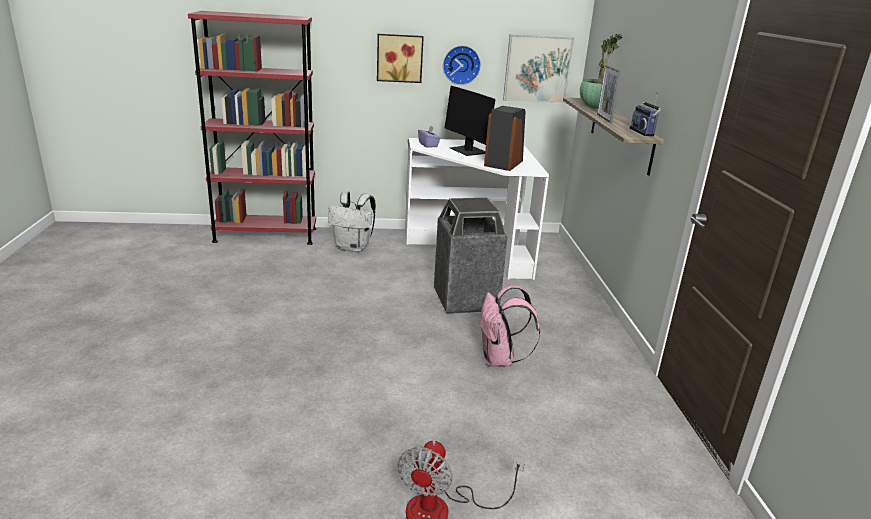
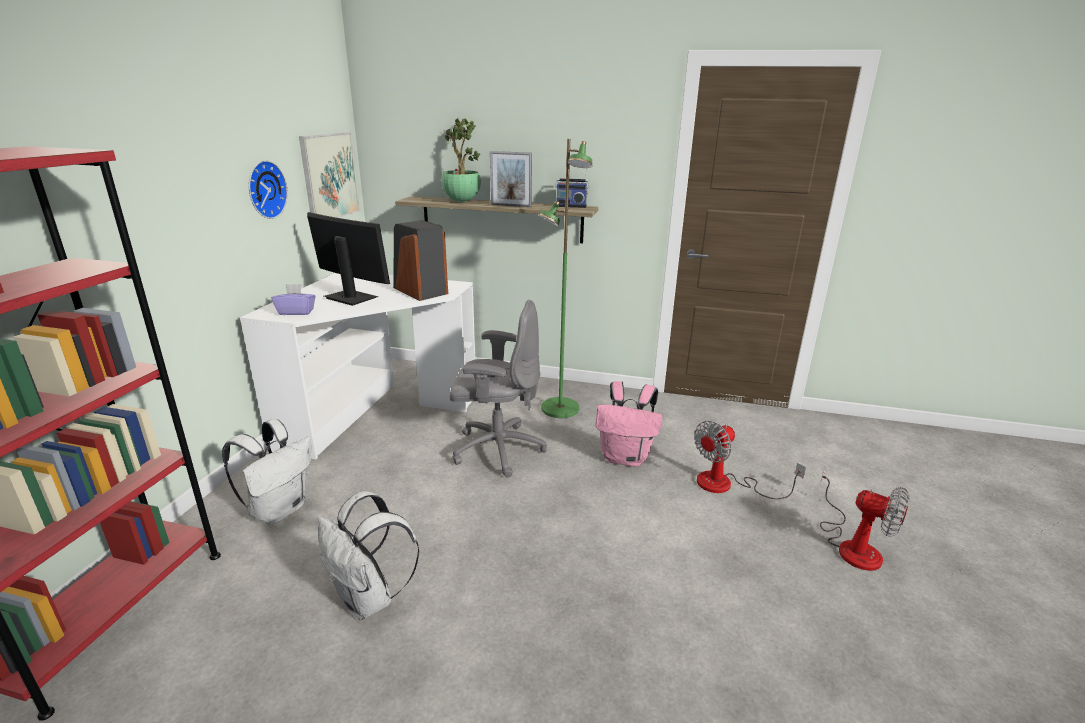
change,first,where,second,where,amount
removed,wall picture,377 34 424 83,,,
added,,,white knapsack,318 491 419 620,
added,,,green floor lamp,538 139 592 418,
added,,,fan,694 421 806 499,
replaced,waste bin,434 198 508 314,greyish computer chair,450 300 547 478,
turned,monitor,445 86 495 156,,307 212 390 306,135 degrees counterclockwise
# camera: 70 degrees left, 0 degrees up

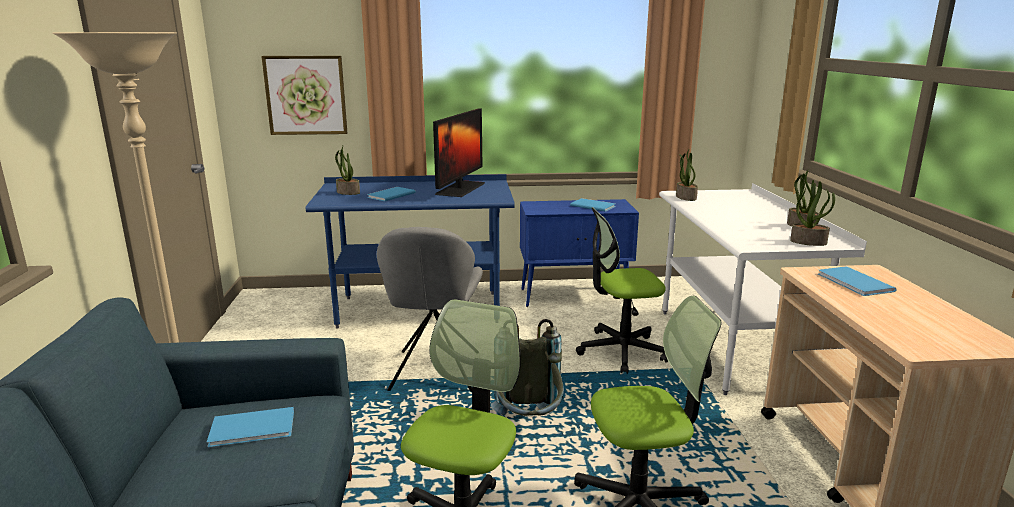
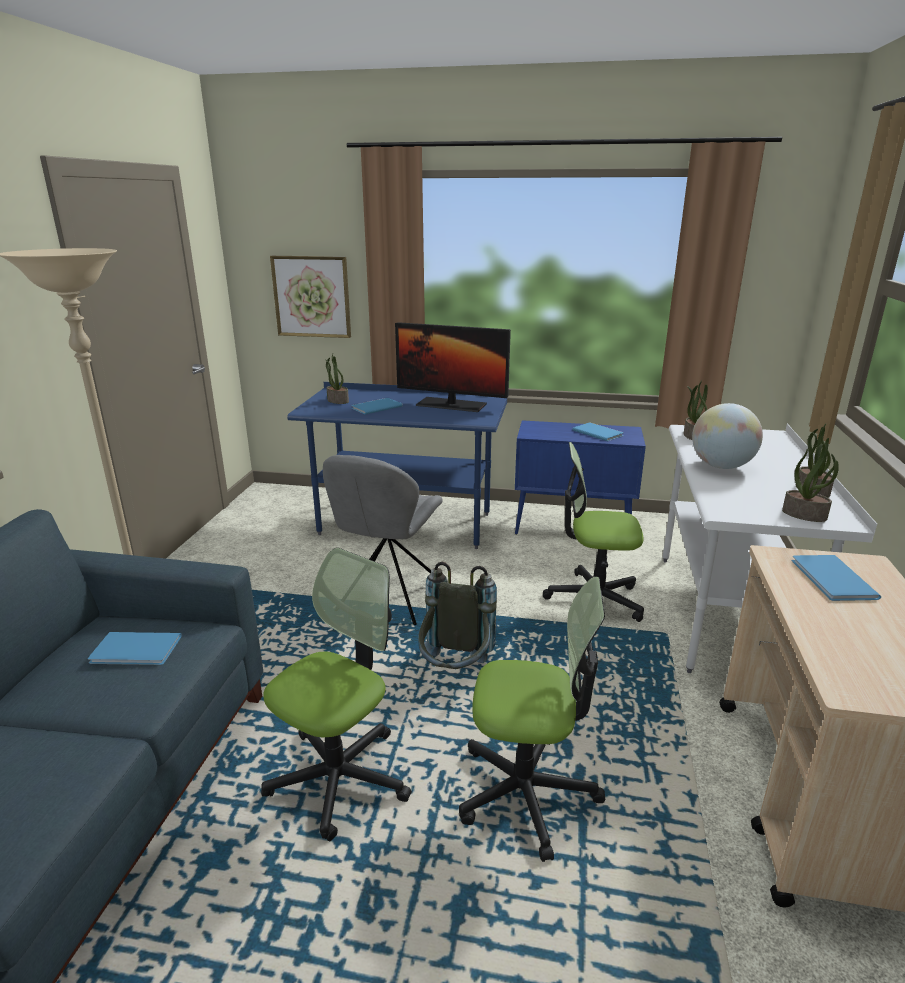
change,first,where,second,where,amount
added,,,globe,692 403 763 469,
turned,monitor,433 108 485 197,,395 322 511 412,75 degrees clockwise
# camera: 15 degrees right, 5 degrees up

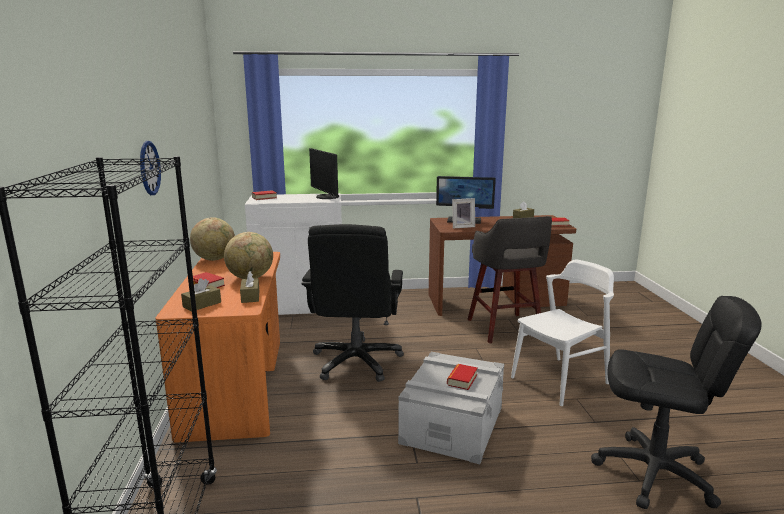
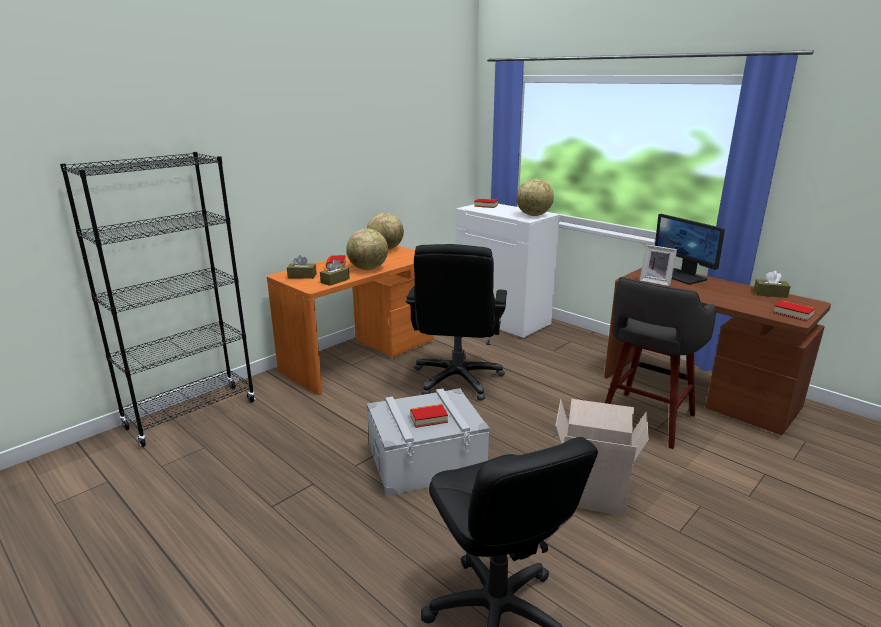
change,first,where,second,where,amount
removed,hanging clock,140 141 161 195,,,
replaced,monitor,309 148 339 199,globe,517 179 554 216,
replaced,white chair,511 259 614 406,carton,556 399 649 516,
turned,blackish computer chair,301 224 404 382,,406 244 507 400,45 degrees counterclockwise
# camera: 50 degrees right, 5 degrees up

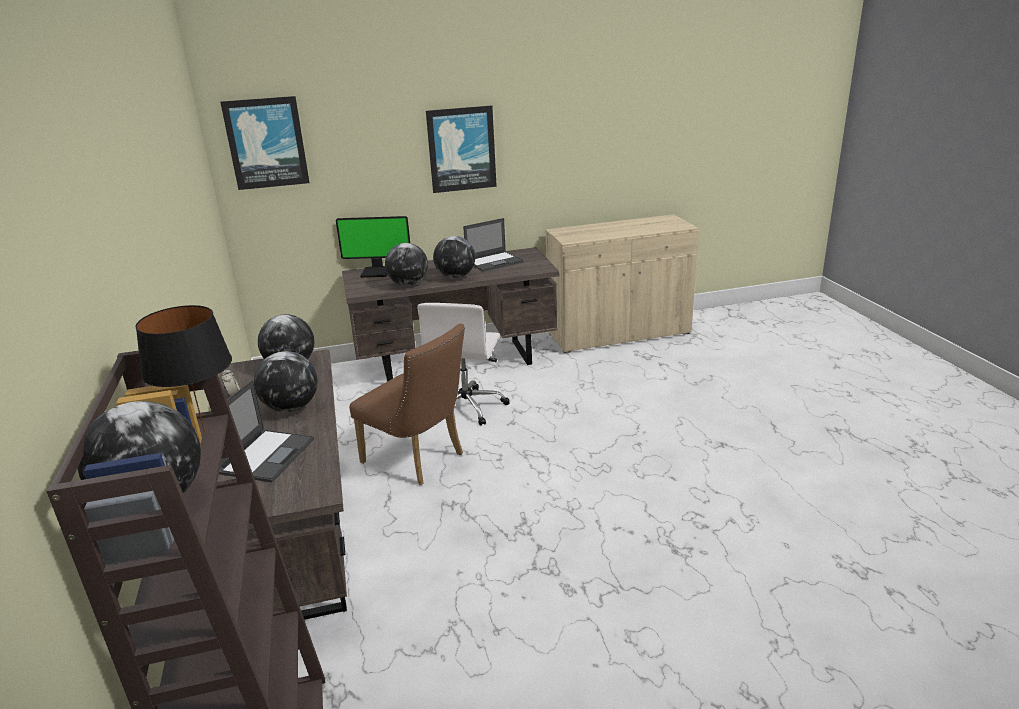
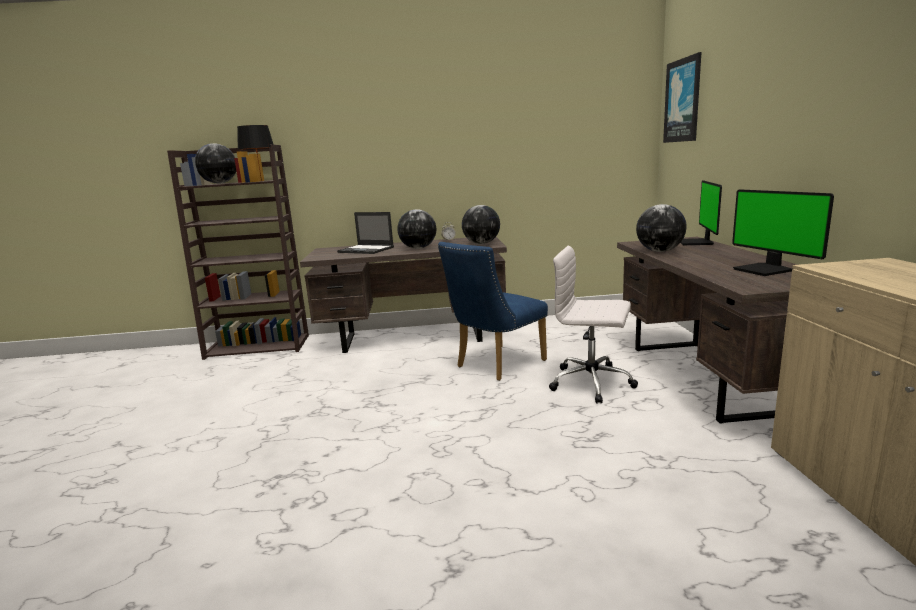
change,first,where,second,where,amount
removed,wall picture,426 105 497 193,,,
removed,globe,433 236 475 278,,,
replaced,notebook computer,463 218 523 272,monitor,732 189 834 276,
recoloured,brownish chair,349 324 465 485,blue-coloured chair,438 242 548 381,
# camera: 100 degrees right, 10 degrees down

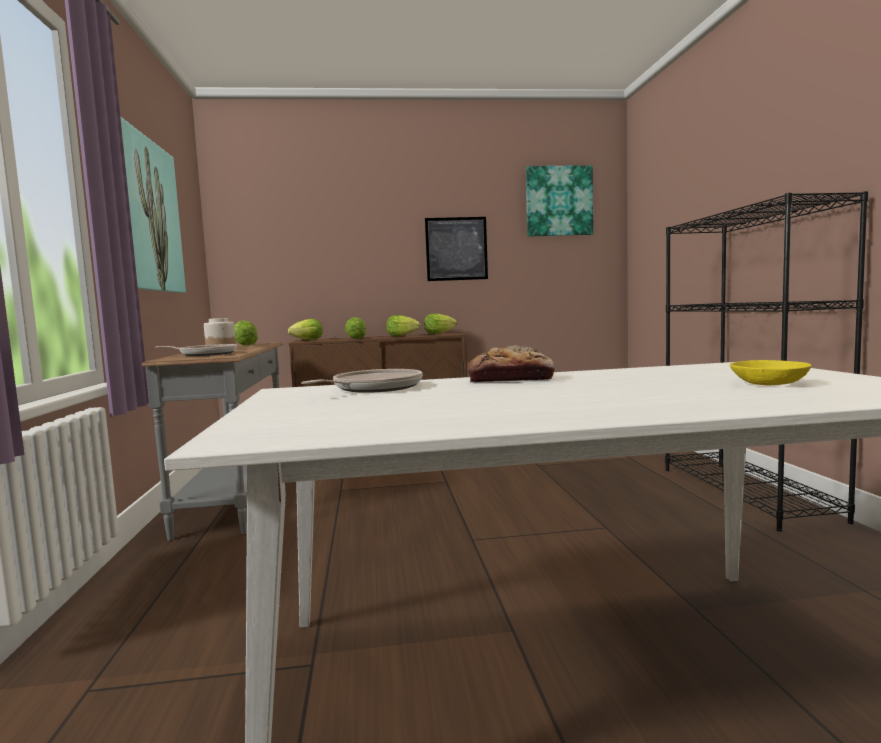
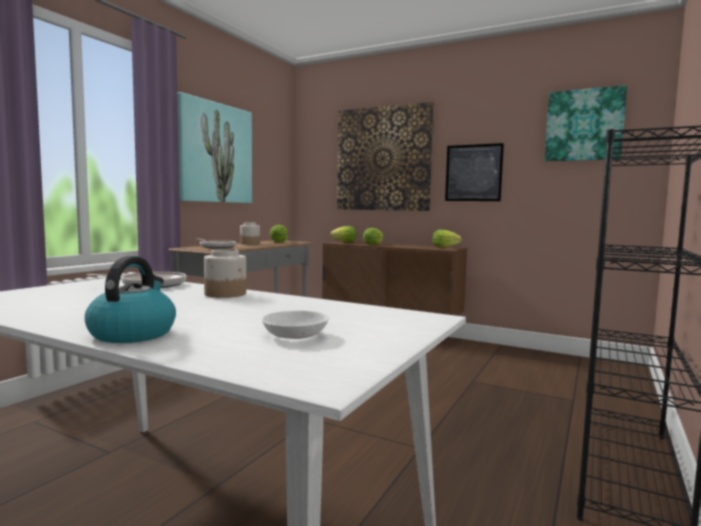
change,first,where,second,where,amount
removed,lettuce,386 315 421 336,,,
added,,,kettle,85 256 176 343,
added,,,wall picture,337 102 434 211,
replaced,bread,467 345 555 382,preserve jar,204 249 246 298,
recoloured,yellow-coloured deep dish,730 360 812 386,white deep dish,262 311 329 339,
# camera: 35 degrees right, 0 degrees up

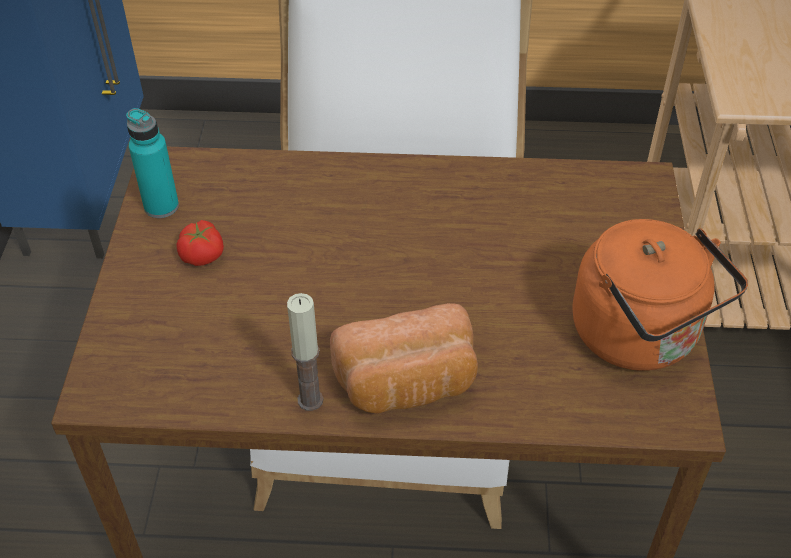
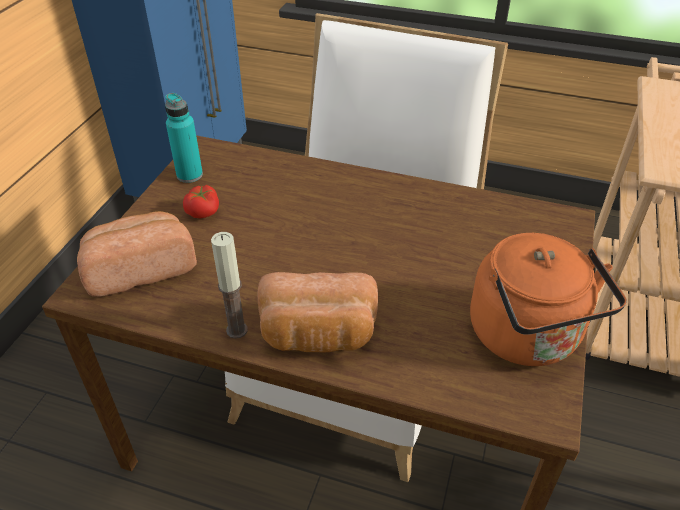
change,first,where,second,where,amount
added,,,bread,77 211 197 297,
# camera: 15 degrees right, 5 degrees down

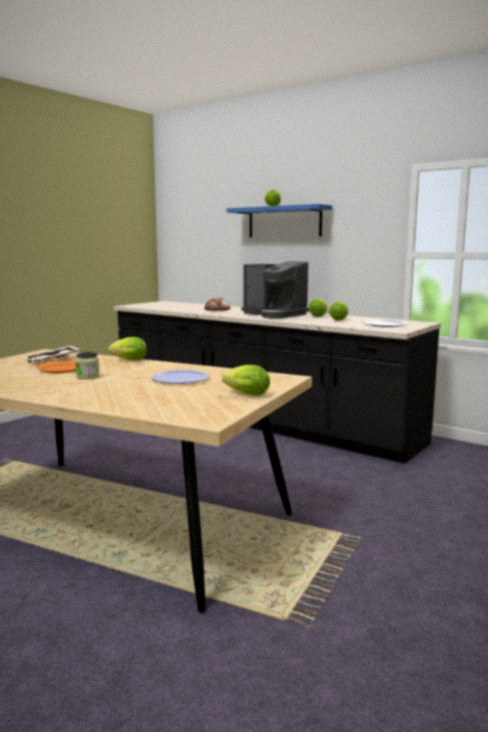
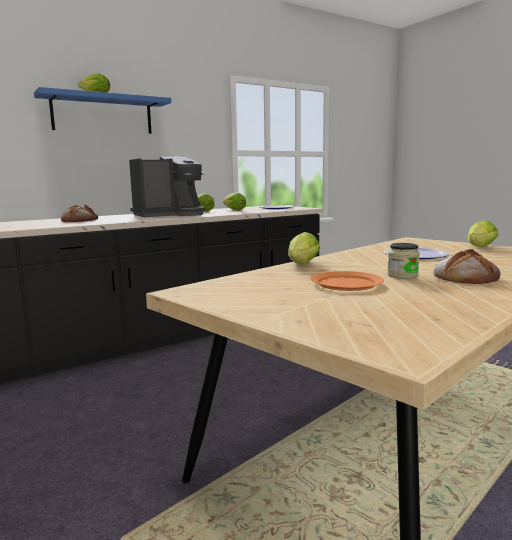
change,first,where,second,where,amount
removed,white serving tray,24 346 79 362,,,
added,,,bread,433 249 500 284,
# camera: 70 degrees left, 0 degrees up

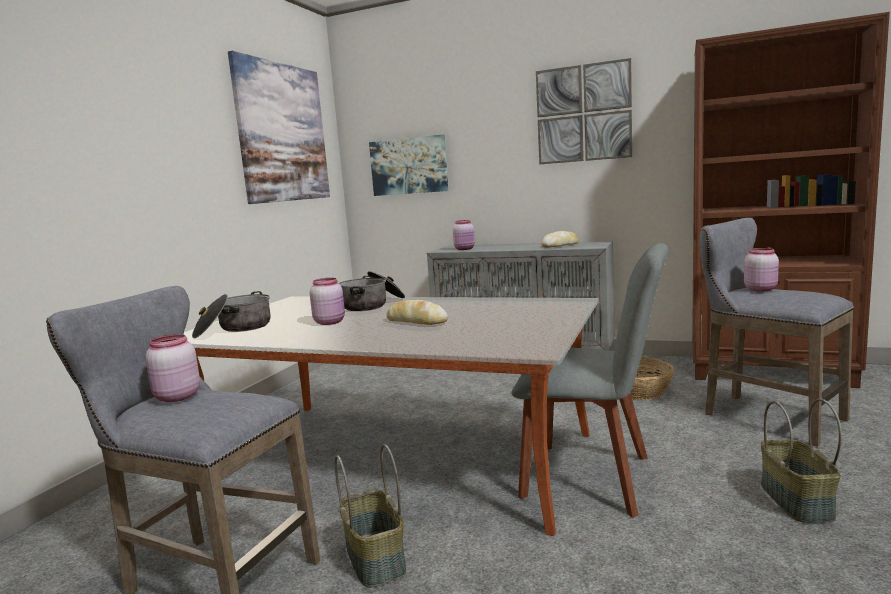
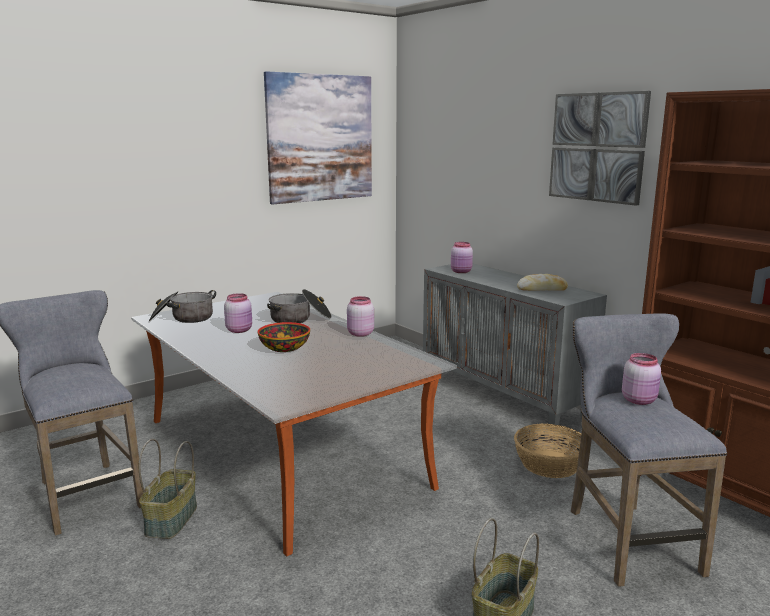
change,first,where,second,where,amount
removed,wall picture,369 134 448 196,,,
removed,greyish chair,511 243 668 518,,,
moved,pinkish preserve jar,145 334 200 402,,347 296 374 337,
replaced,bread,387 300 448 325,deep dish,258 322 310 352,
# camera: 30 degrees right, 5 degrees up

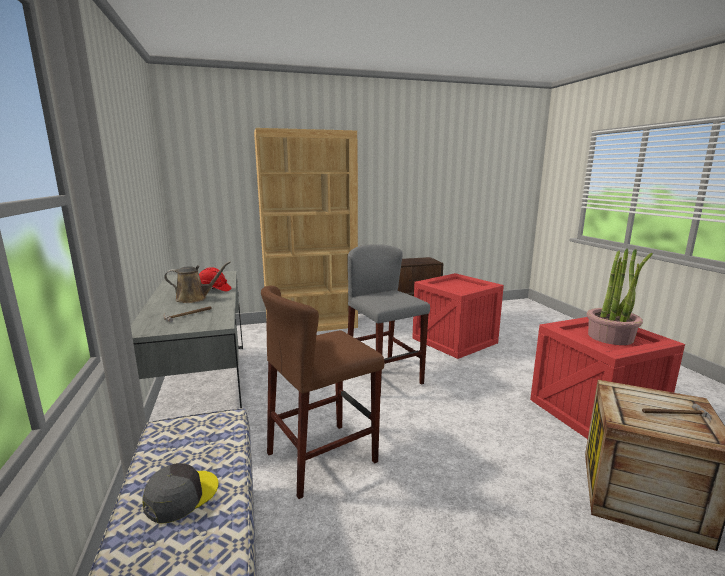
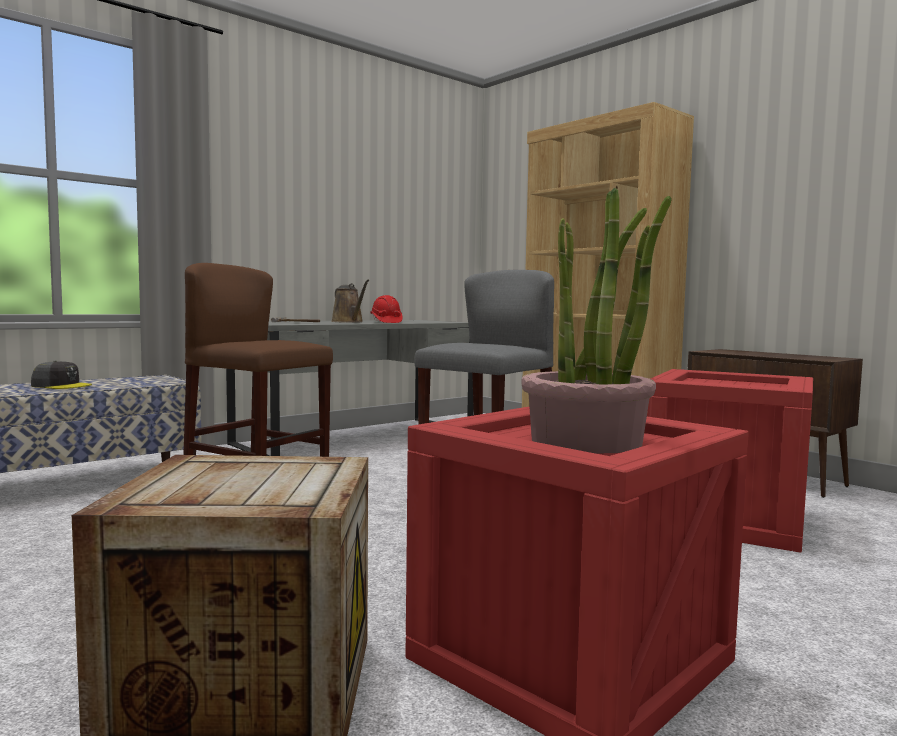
change,first,where,second,where,amount
removed,hammer,642 404 712 422,,,
# camera: 65 degrees right, 10 degrees down

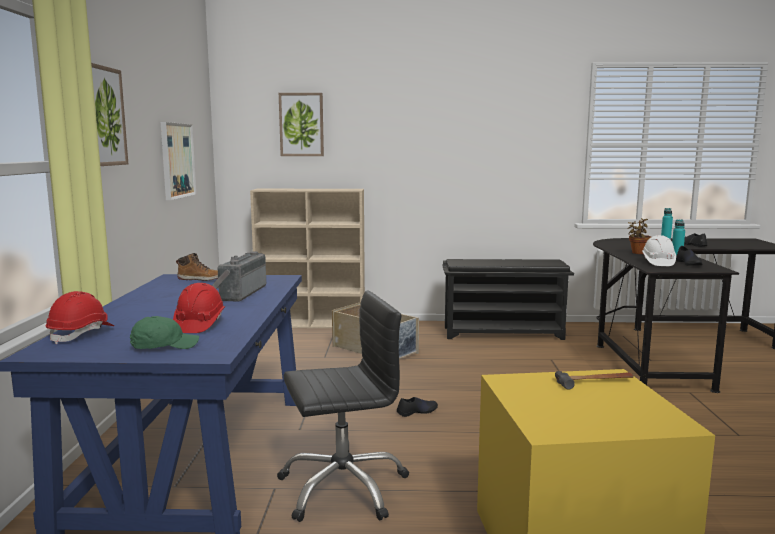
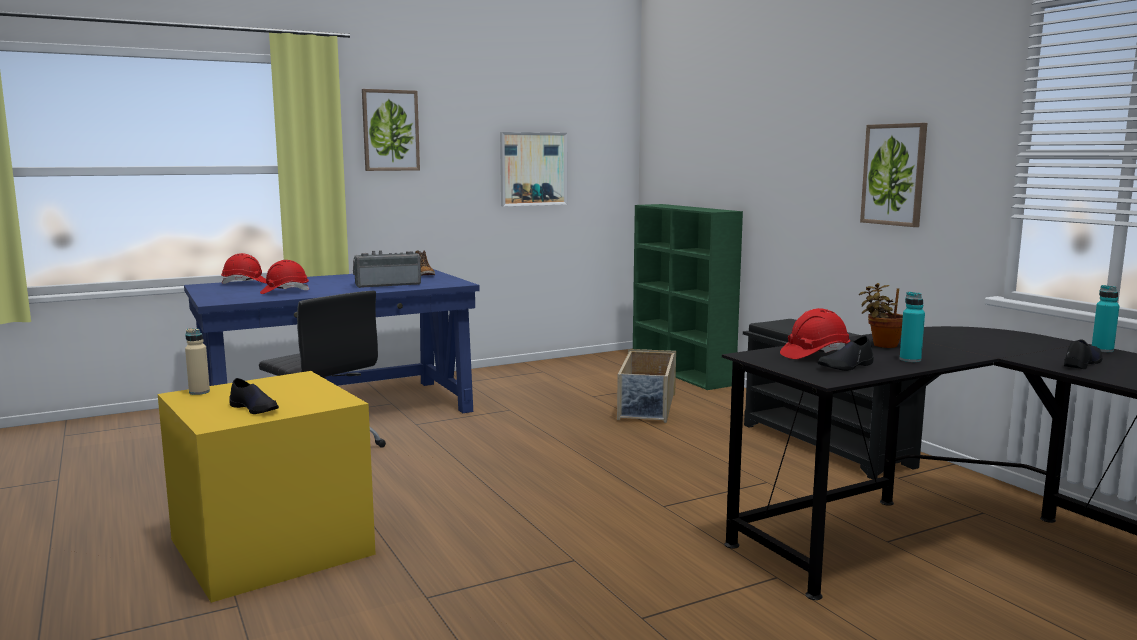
change,first,where,second,where,amount
removed,green peaked cap,130 316 199 349,,,
removed,hammer,555 371 634 390,,,
added,,,beige-coloured drink bottle,185 328 210 395,
moved,wall picture,279 93 324 156,,860 123 927 227,
moved,blackish shoe,397 397 438 417,,229 378 279 414,
recoloured,beige-coloured bookcase,250 189 365 328,green bookcase,633 204 743 390,
recoloured,white safety helmet,642 235 676 266,red safety helmet,780 308 850 359,
# camera: 60 degrees right, 0 degrees up

